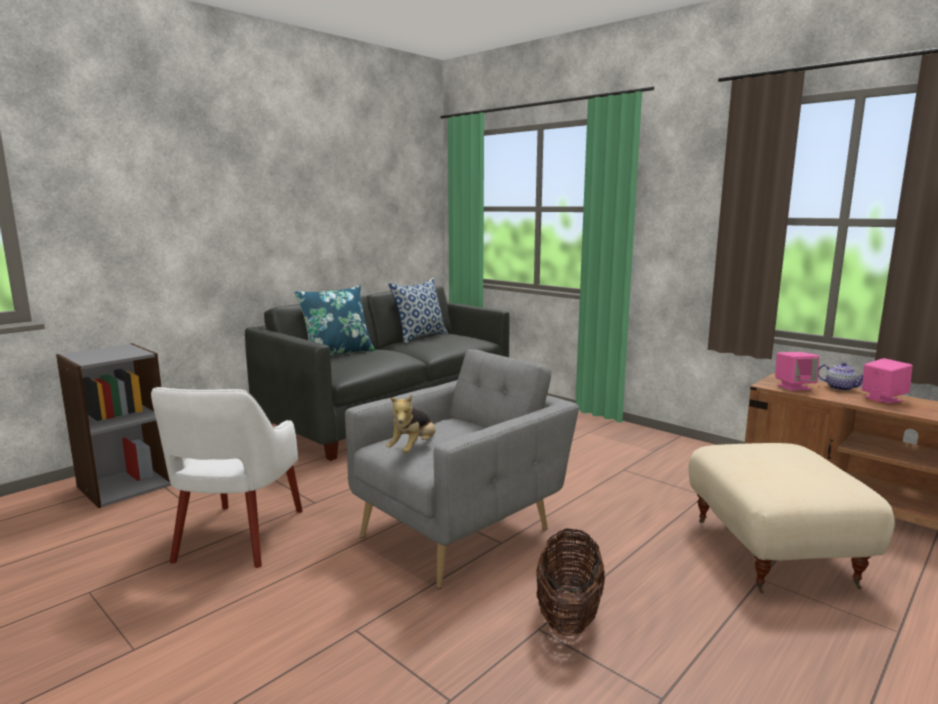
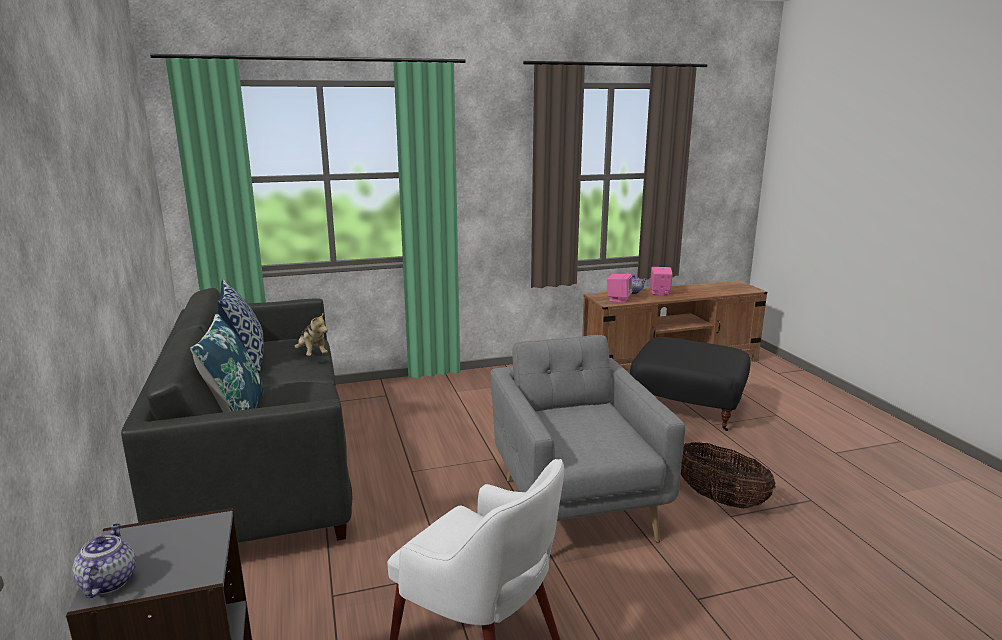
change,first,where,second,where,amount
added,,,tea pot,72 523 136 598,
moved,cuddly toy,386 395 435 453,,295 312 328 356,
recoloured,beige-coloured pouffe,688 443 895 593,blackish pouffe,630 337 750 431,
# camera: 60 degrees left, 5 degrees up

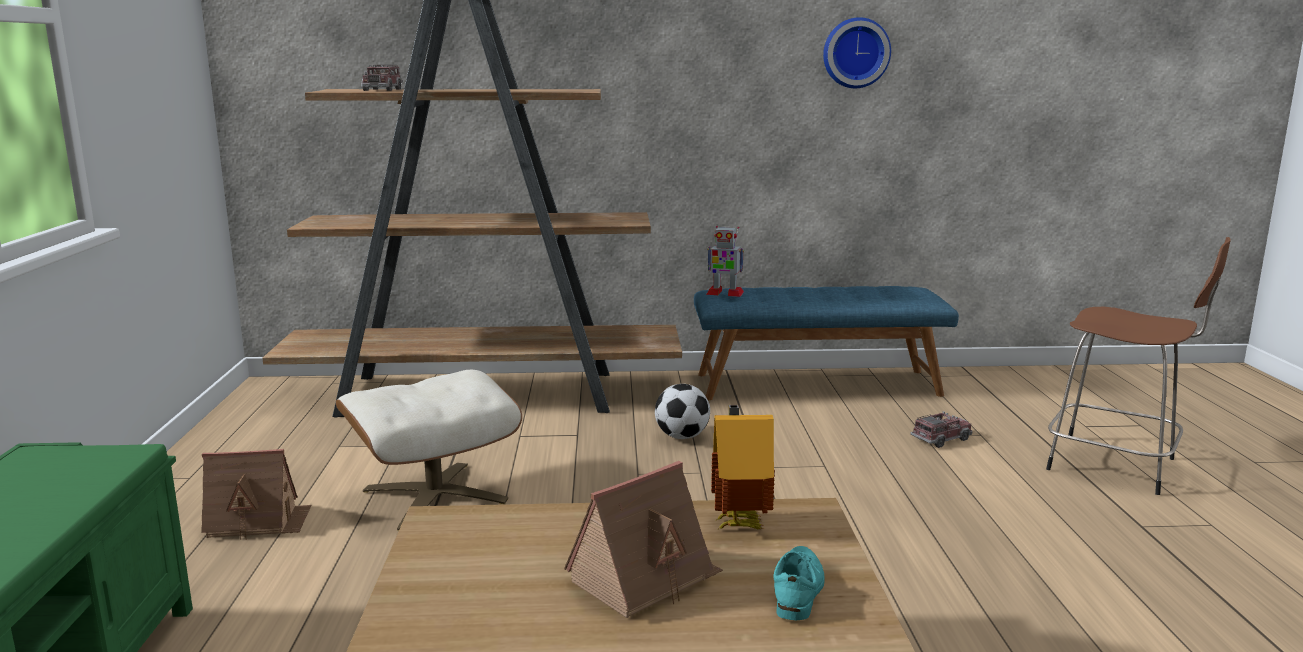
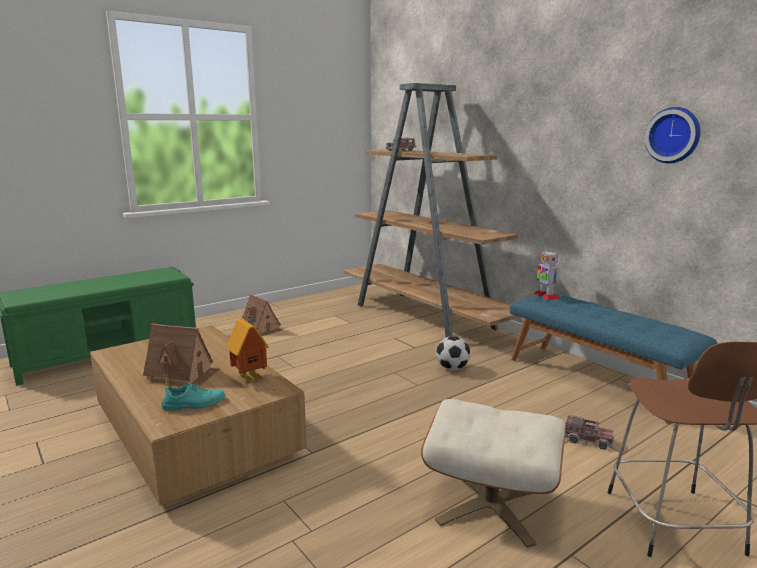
change,first,where,second,where,amount
moved,beige-coloured pouffe,336 370 522 531,,421 399 566 548,
# camera: 55 degrees right, 0 degrees up

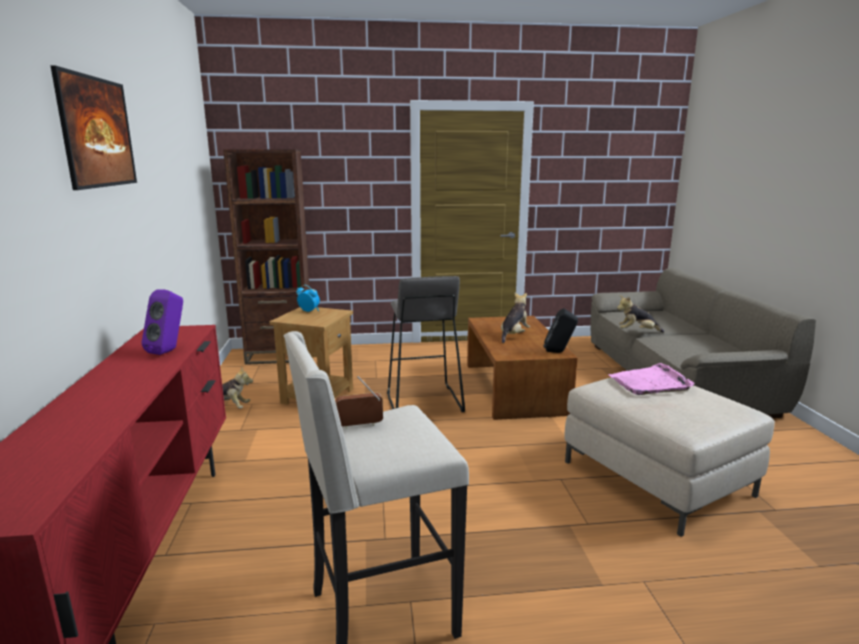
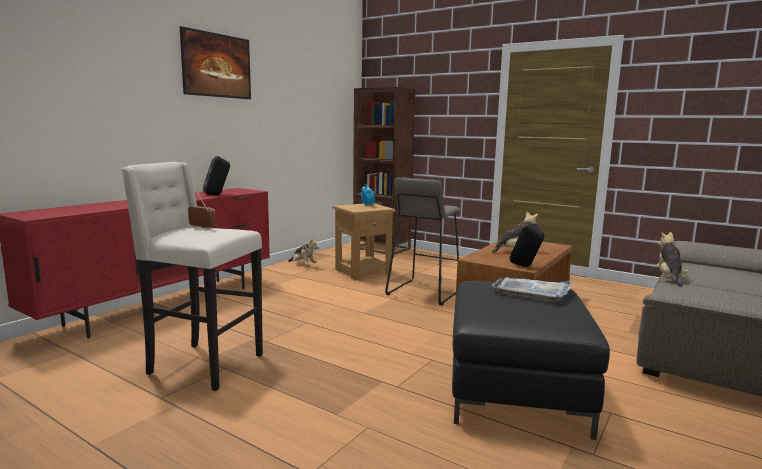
change,first,where,second,where,amount
recoloured,purple loudspeaker,142 289 183 355,blackish loudspeaker,203 156 230 195,
recoloured,beige-coloured pouffe,564 378 775 537,blackish pouffe,452 281 610 440,
recoloured,pinkish serving tray,608 363 694 395,greyish serving tray,492 278 572 302,
turned,cuddly toy,617 296 664 333,,657 232 689 287,60 degrees clockwise
# camera: 40 degrees right, 5 degrees down

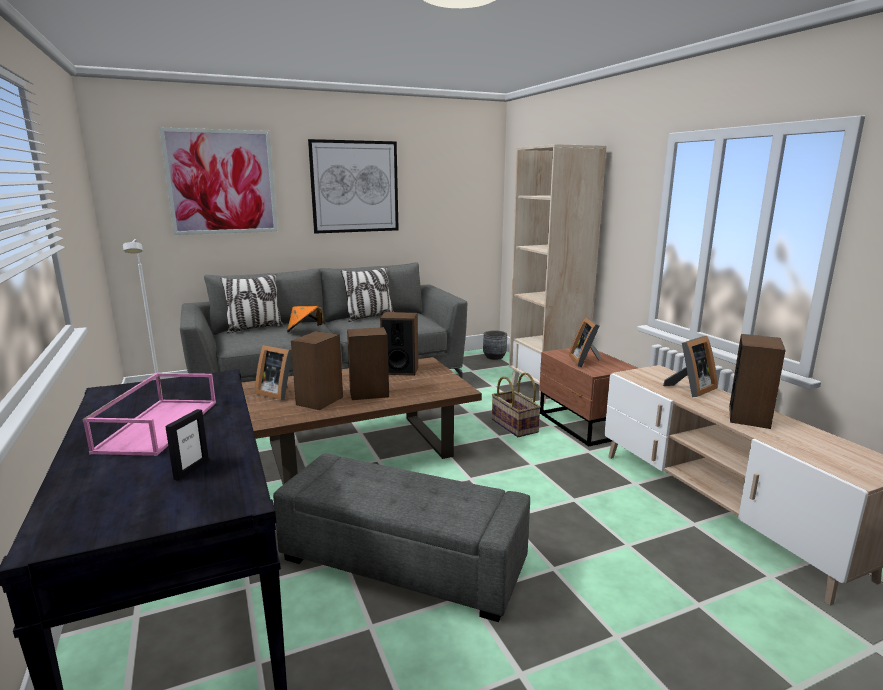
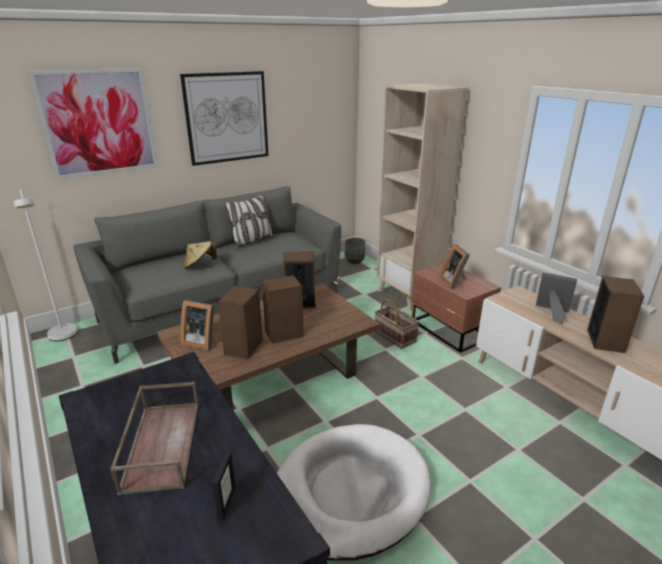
change,first,where,second,where,amount
removed,throw pillow,220 274 284 333,,,
replaced,greyish pouffe,273 453 530 622,white dog bed,277 424 431 561,
recoloured,pinkish serving tray,83 373 216 456,brownish serving tray,110 382 199 495,
recoloured,orange-coloured hat,287 306 323 332,beige-coloured hat,184 241 217 269,
turned,standing frame,663 336 717 397,,536 272 577 324,105 degrees counterclockwise
# camera: 10 degrees left, 10 degrees up

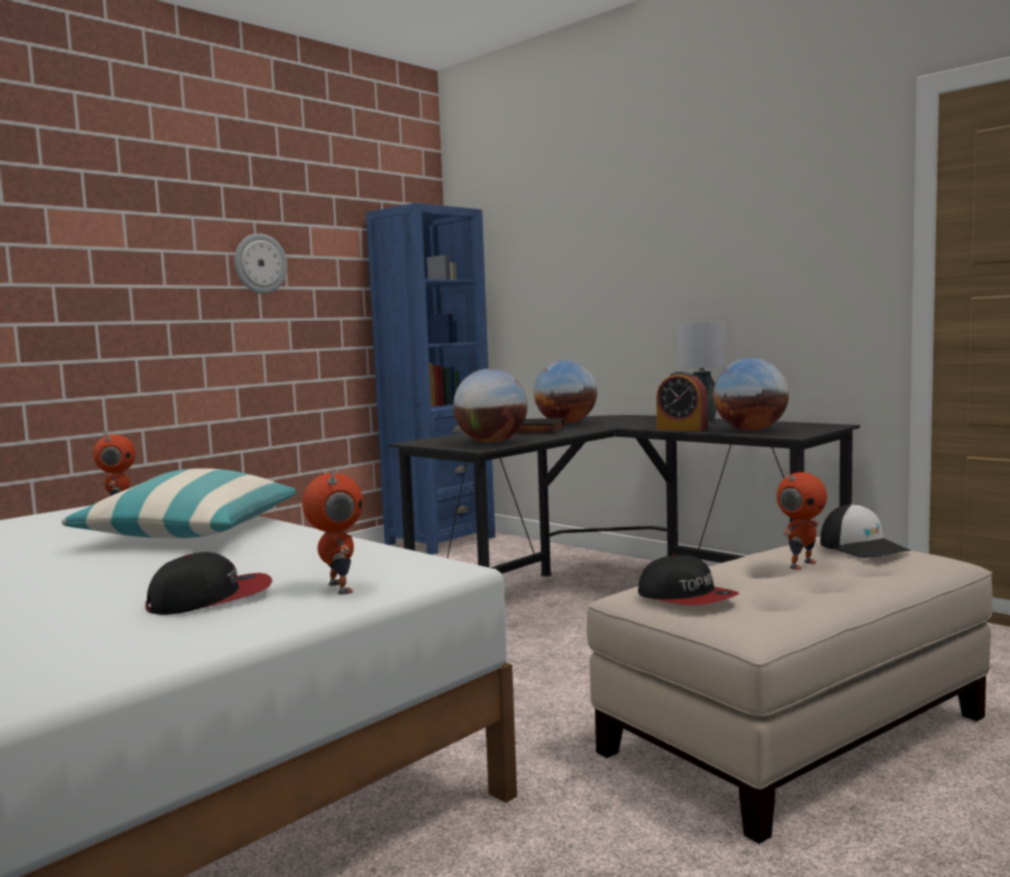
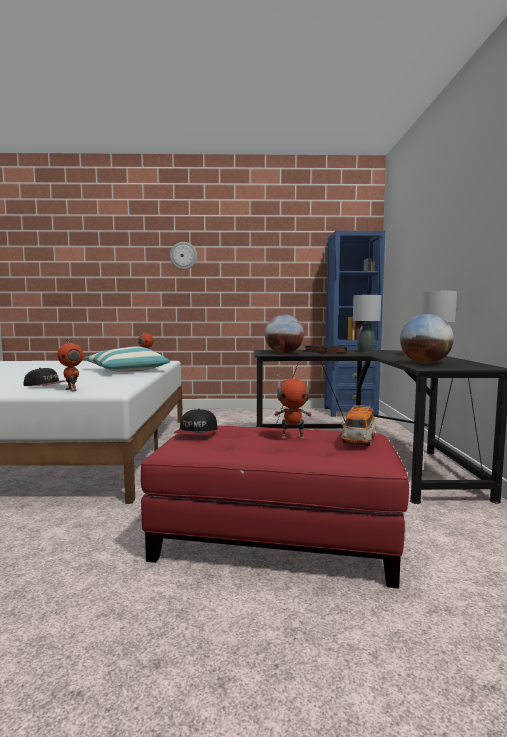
change,first,where,second,where,amount
removed,table clock,656 371 708 431,,,
moved,hanging clock,234 233 287 294,,170 242 197 270,
replaced,globe,534 360 597 424,greyish tabletop lamp,353 295 381 352,
replaced,peaked cap,820 504 911 558,miniature car,341 405 376 446,
recoloured,beige-coloured pouffe,587 537 993 844,red pouffe,141 425 409 588,
turned,robot figure,302 468 363 595,,57 339 83 392,120 degrees clockwise
# camera: 45 degrees right, 0 degrees up

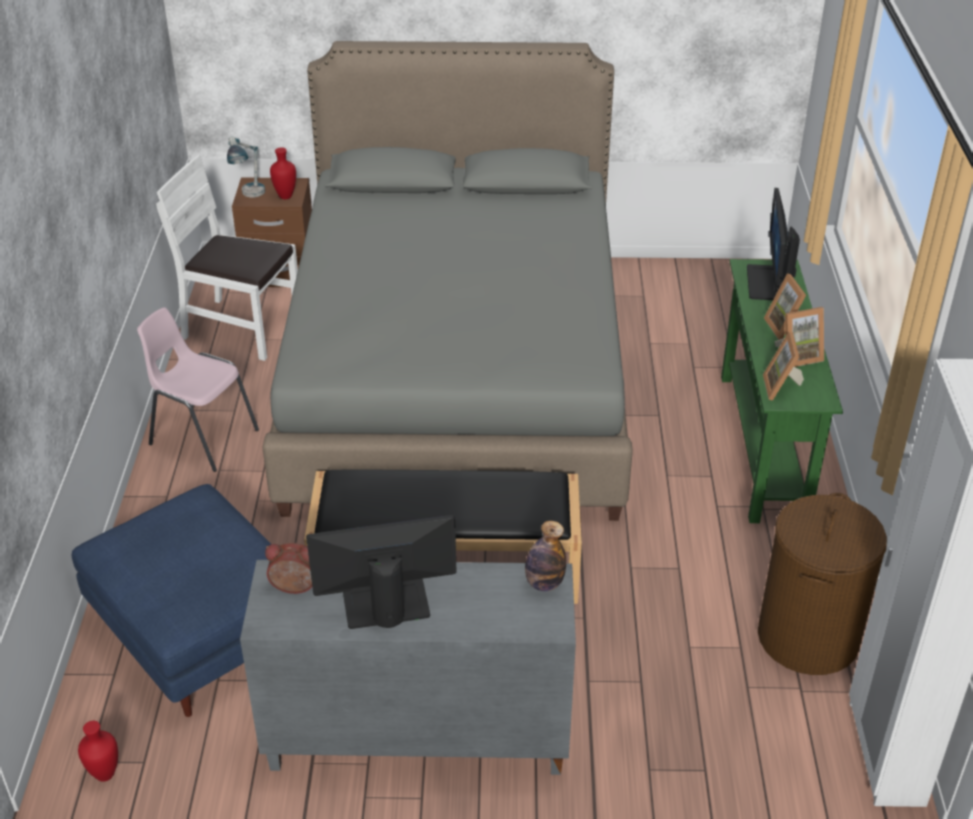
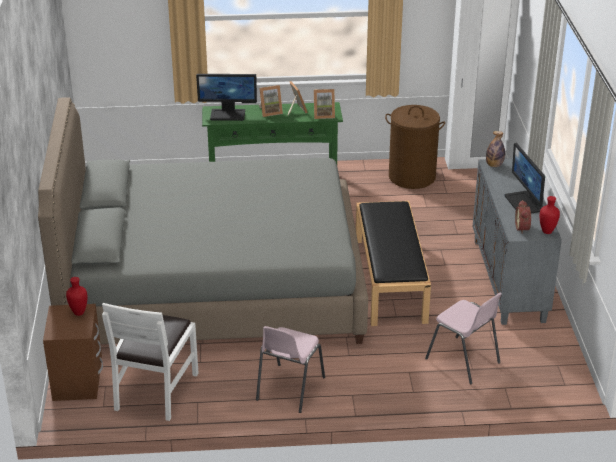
change,first,where,second,where,amount
removed,tabletop lamp,227 137 265 197,,,
moved,red flower vase,78 721 118 782,,540 196 560 234,
replaced,blue-coloured pouffe,72 484 271 717,pinkish chair,425 293 502 385,
# camera: 95 degrees left, 5 degrees down

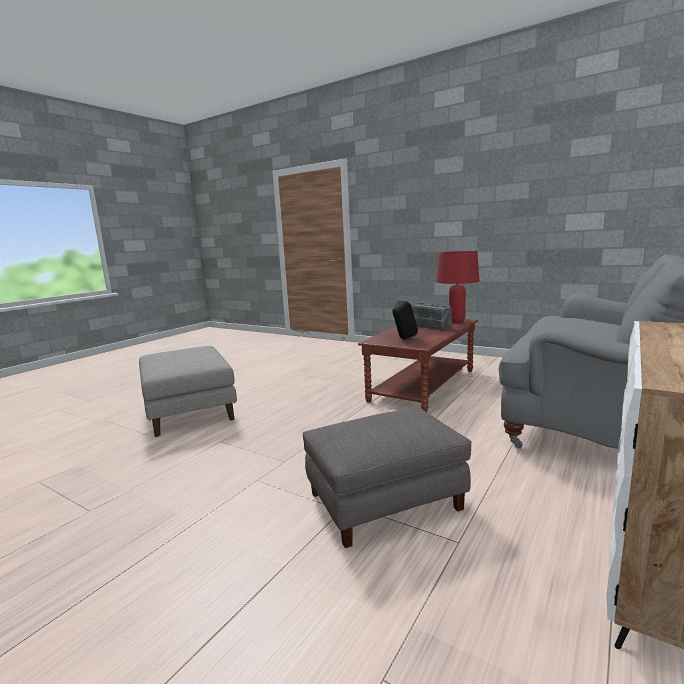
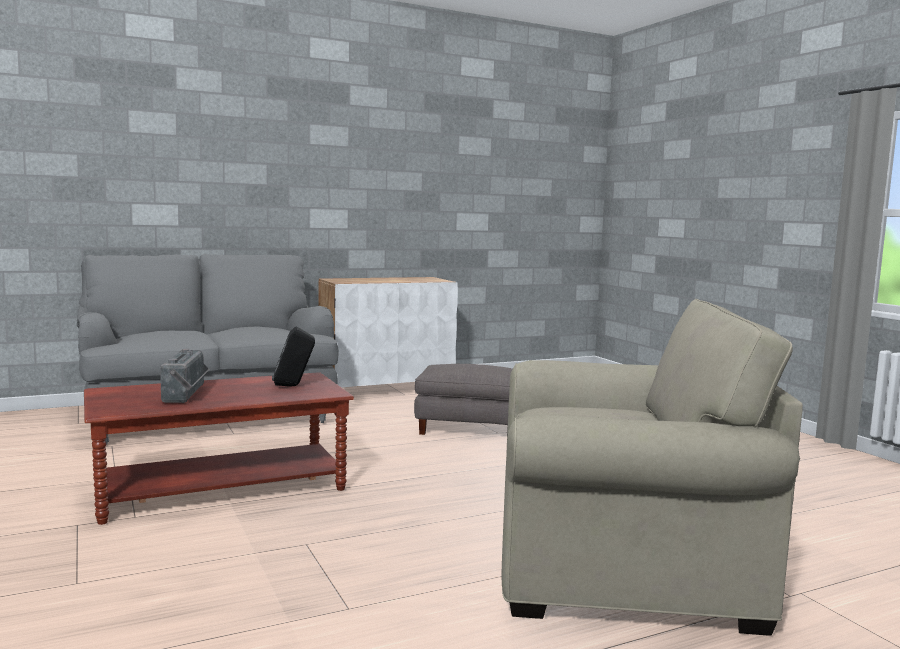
change,first,where,second,where,amount
removed,red tabletop lamp,436 251 480 322,,,
replaced,greyish pouffe,139 346 237 437,beige-coloured lounge chair,502 299 803 636,
# camera: 150 degrees left, 5 degrees down

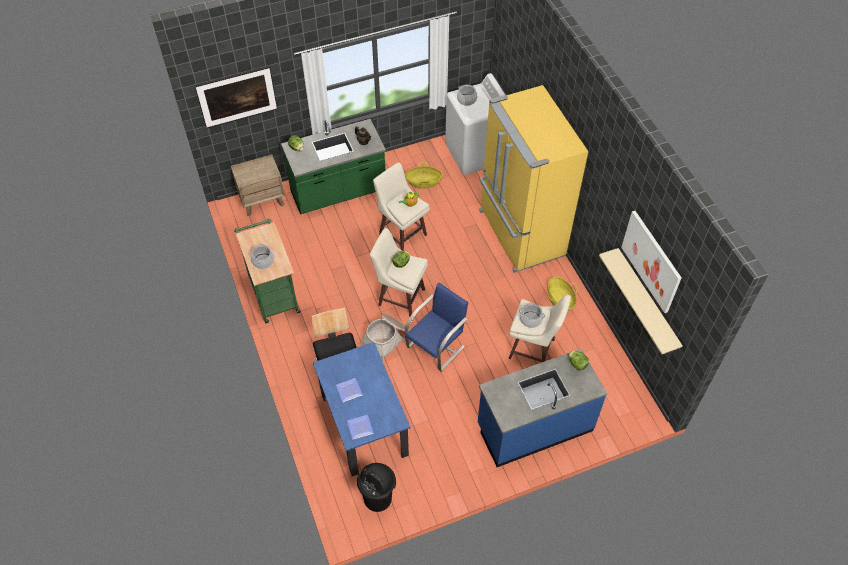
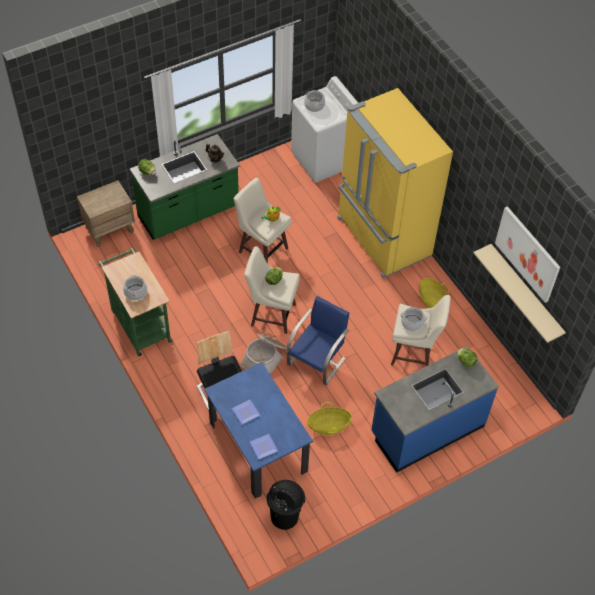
change,first,where,second,where,amount
removed,wall picture,194 66 278 129,,,
moved,basket,405 162 443 189,,307 402 352 435,
# camera: 10 degrees left, 0 degrees up

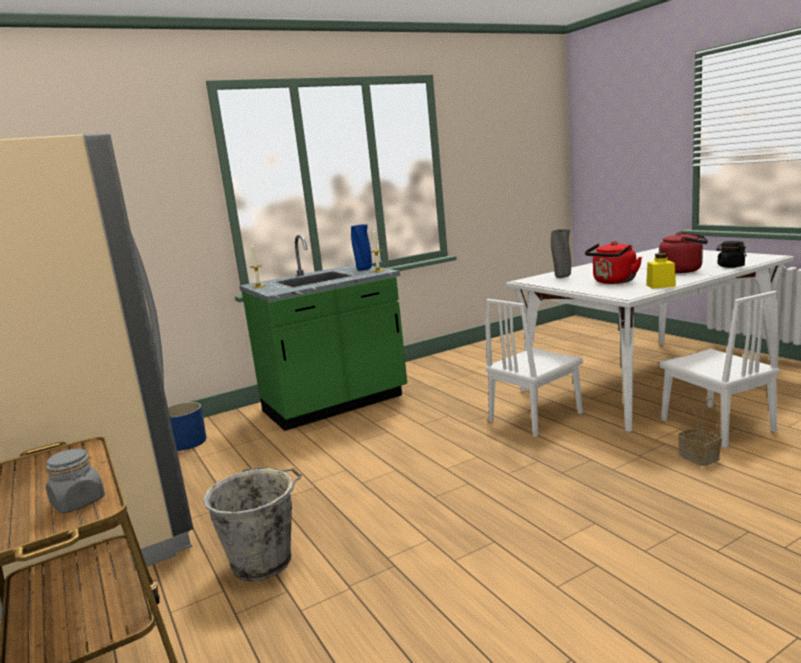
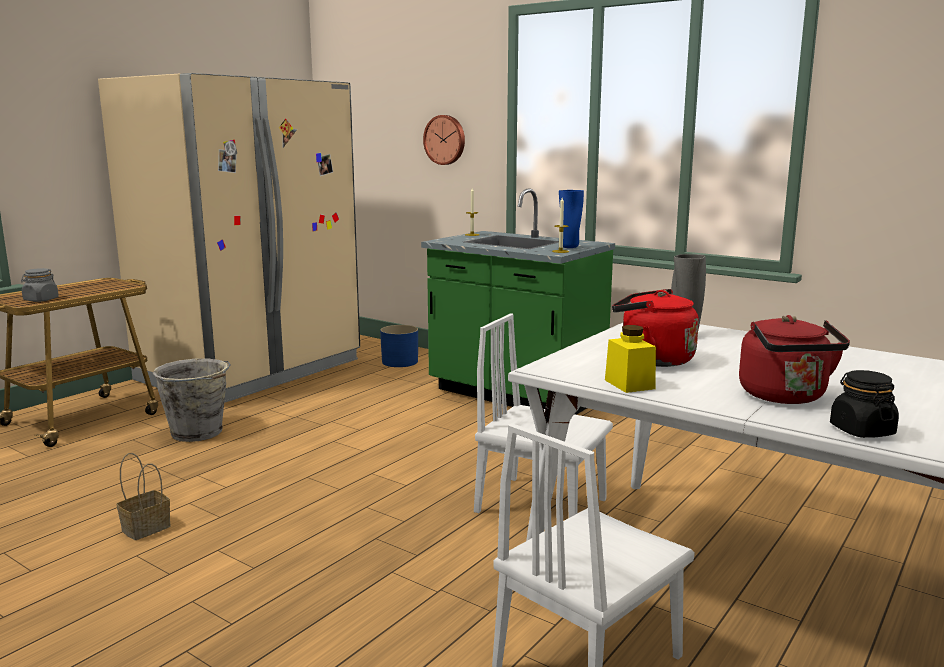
change,first,where,second,where,amount
added,,,hanging clock,423 115 465 165,
moved,basket,678 398 722 466,,117 453 171 540,
# camera: 65 degrees right, 0 degrees up

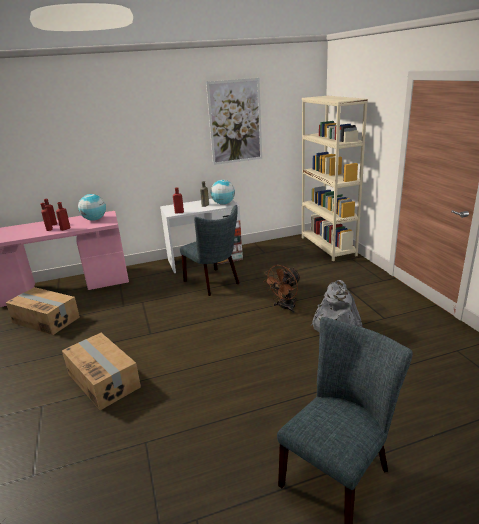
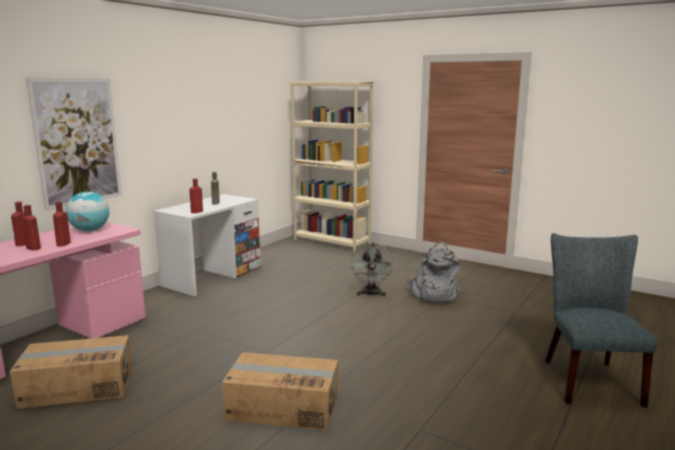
change,first,where,second,where,amount
removed,greyish chair,180 205 239 296,,,
removed,globe,210 180 235 205,,,
moved,wall picture,206 78 262 165,,26 78 122 210,
recoloured,brownish fan,263 265 301 313,greyish fan,351 243 393 296,
# camera: 40 degrees left, 10 degrees down

